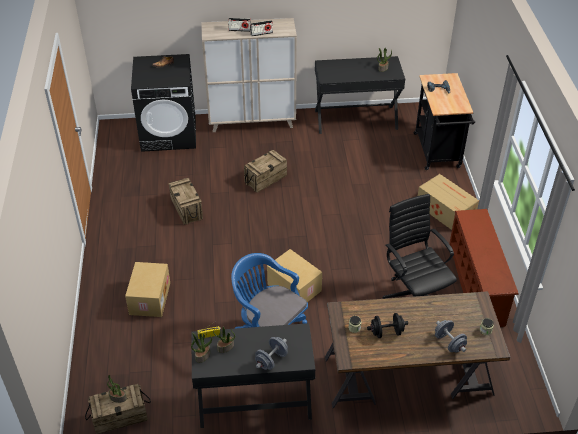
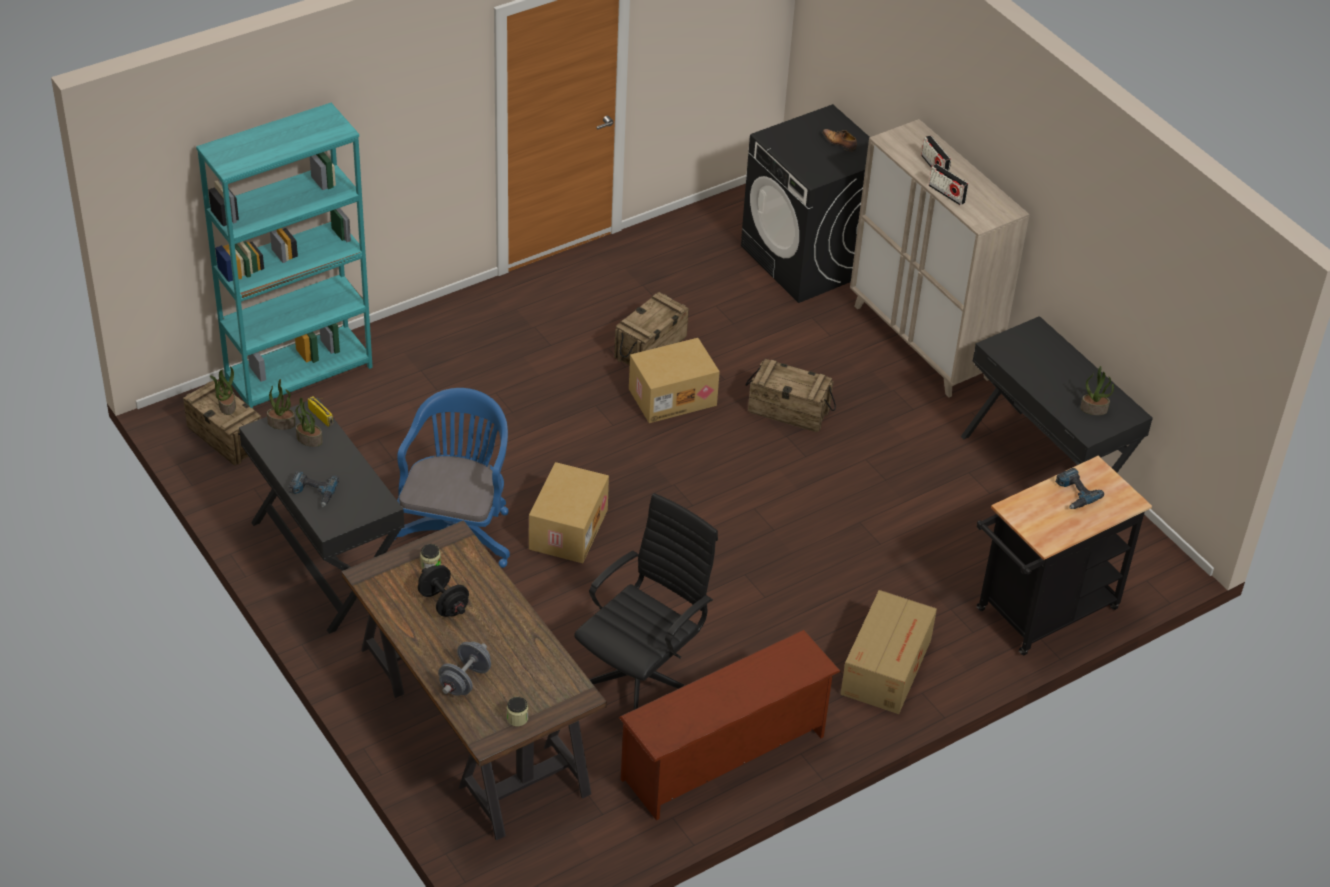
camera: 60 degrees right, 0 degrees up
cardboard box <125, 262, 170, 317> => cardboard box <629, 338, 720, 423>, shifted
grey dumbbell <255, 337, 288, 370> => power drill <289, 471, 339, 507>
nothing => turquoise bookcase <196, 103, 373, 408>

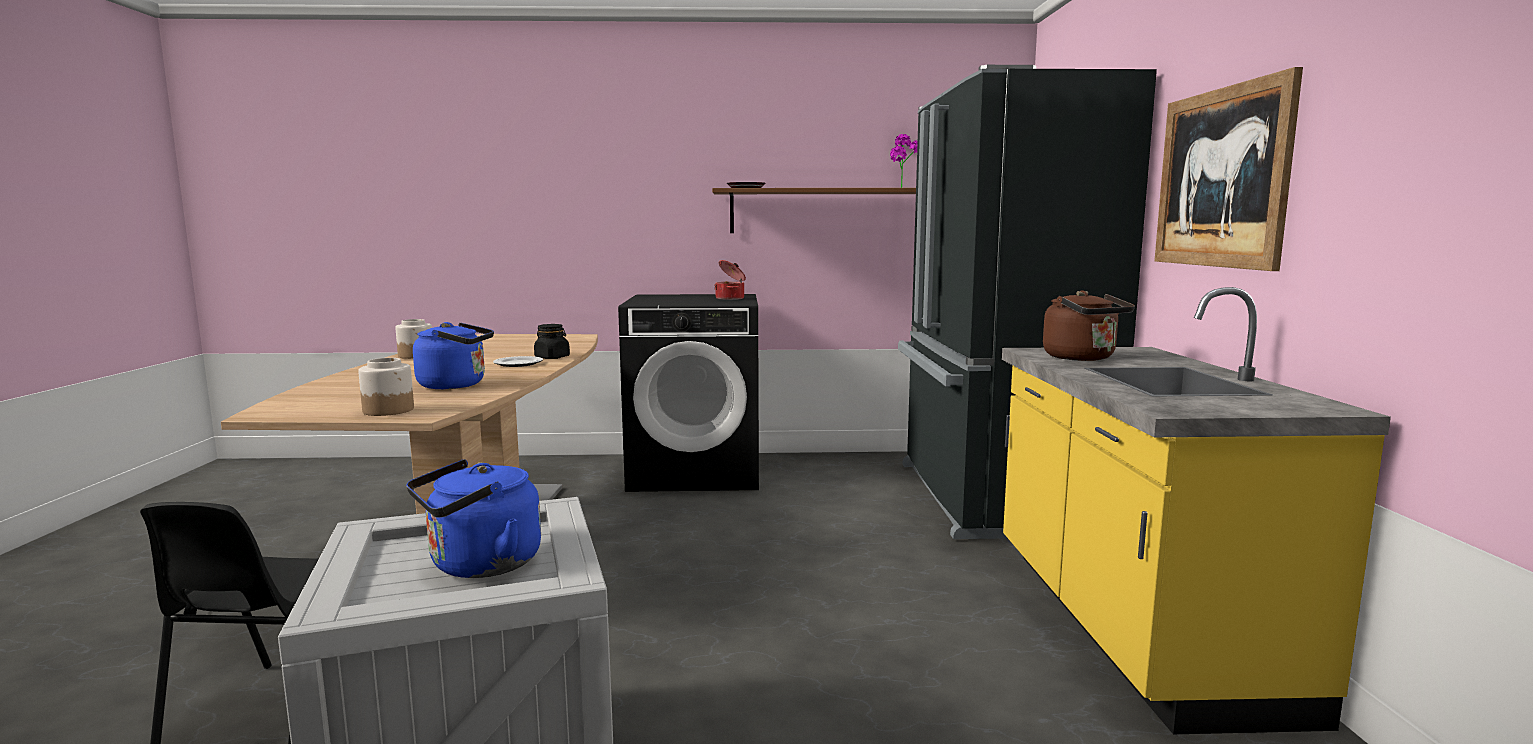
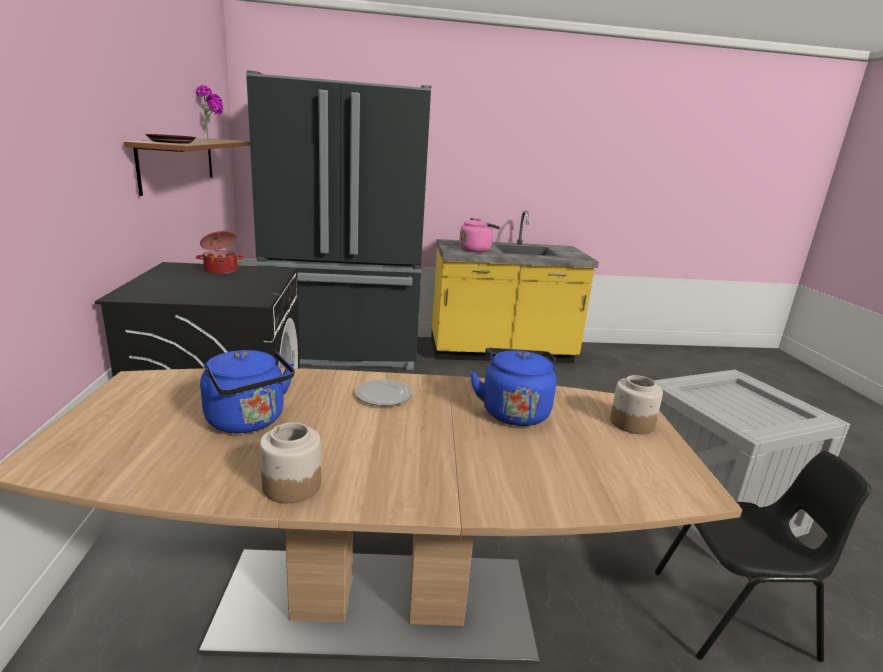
camera: 95 degrees left, 10 degrees up
blue kettle <406, 459, 541, 578> => blue kettle <200, 349, 295, 433>, shifted
black jar <534, 324, 570, 359> => nothing
brown kettle <1043, 290, 1135, 361> => pink kettle <459, 218, 500, 252>
picture <1154, 67, 1303, 271> => nothing

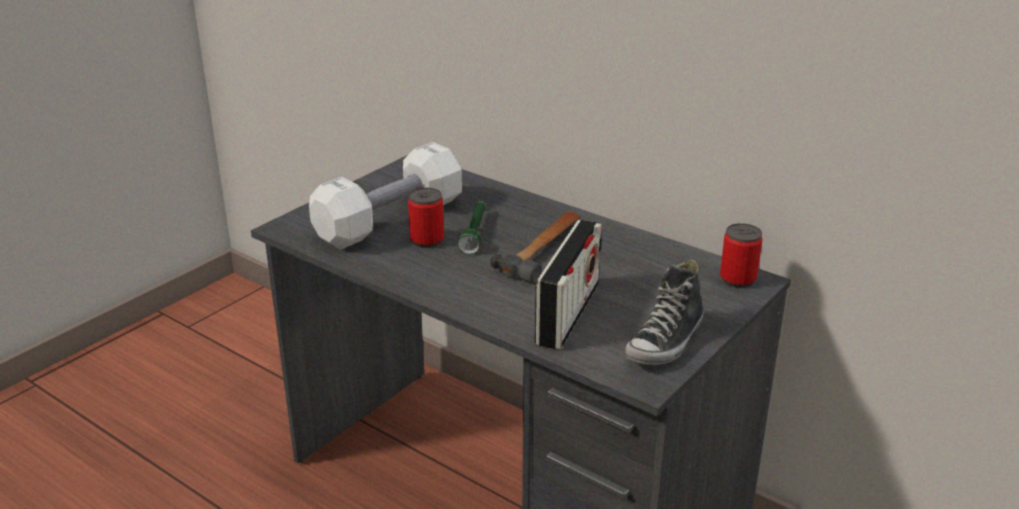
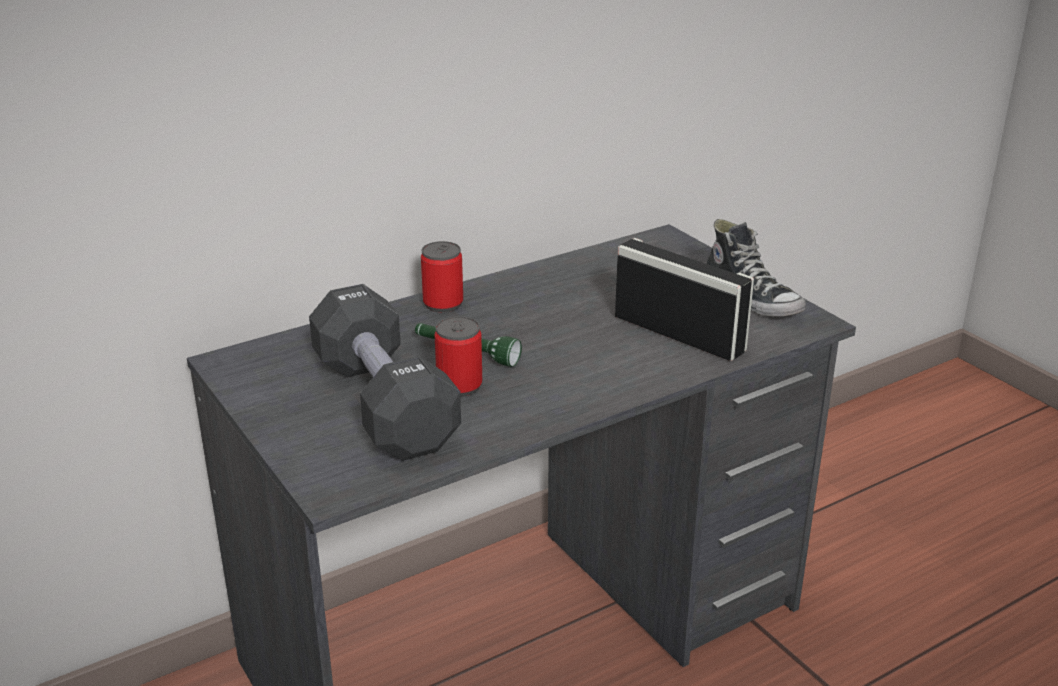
camera: 70 degrees left, 0 degrees up
white dumbbell <309, 142, 462, 250> => black dumbbell <309, 284, 461, 461>
hammer <490, 212, 581, 283> => nothing
can <720, 223, 762, 288> => can <421, 241, 463, 312>, shifted

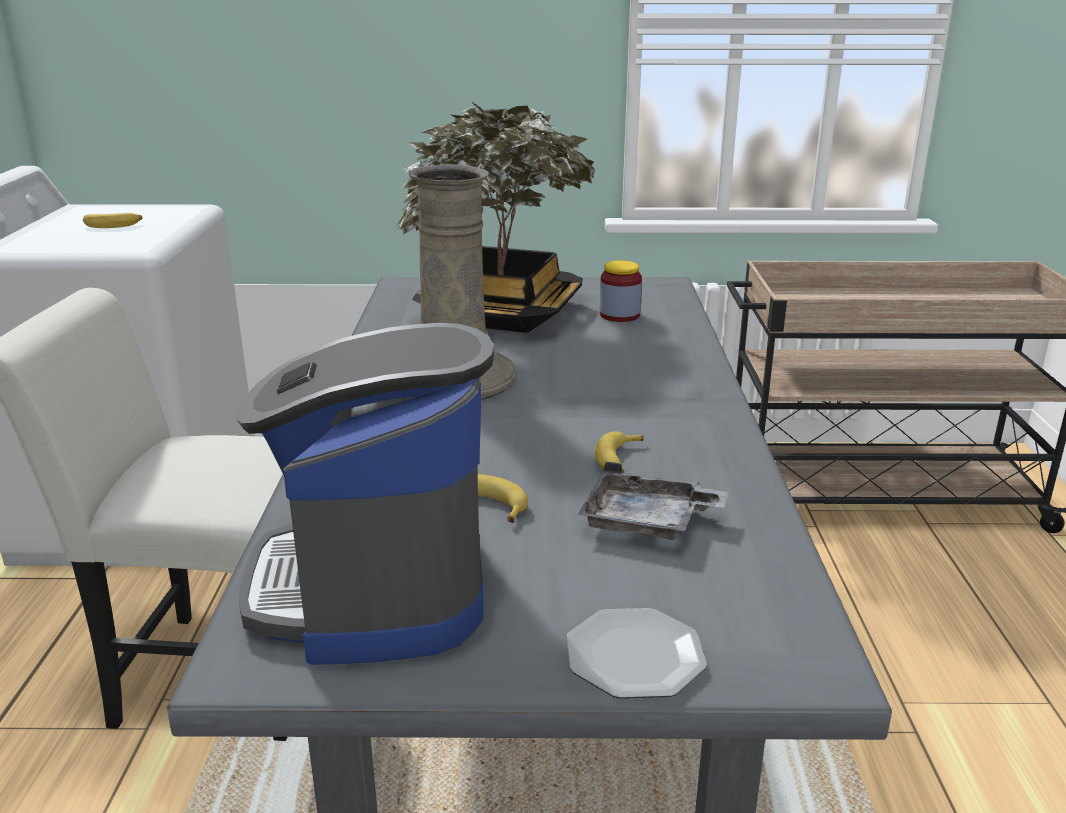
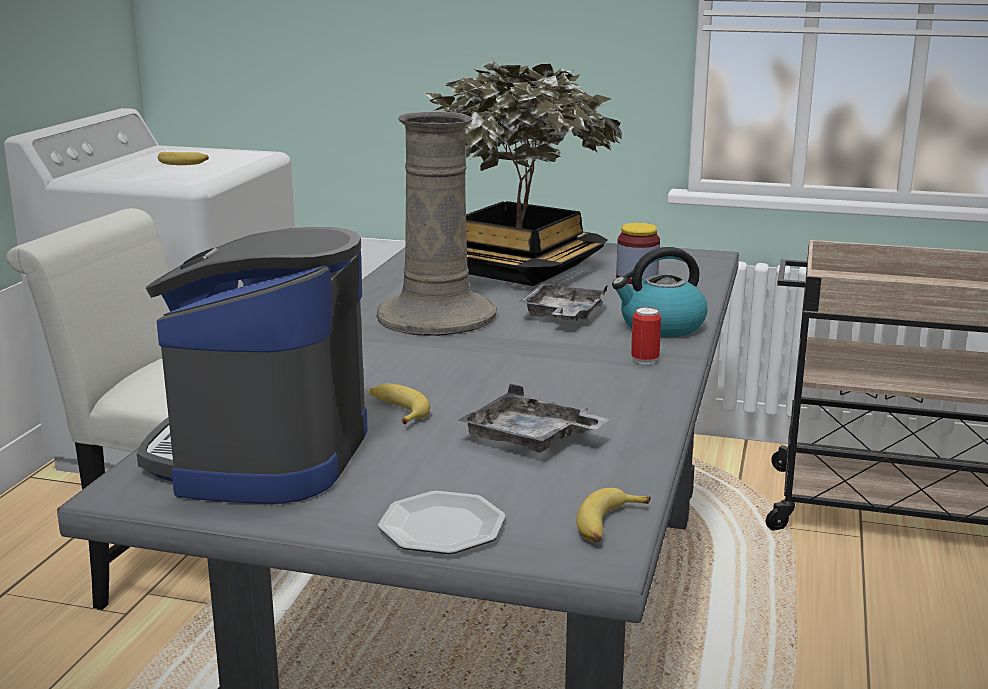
camera: 15 degrees right, 5 degrees down
banana <595, 431, 644, 473> => banana <577, 488, 651, 542>, shifted
nothing => grey tray <518, 283, 608, 321>
nothing => kettle <612, 247, 708, 337>
nothing => can <631, 307, 661, 364>

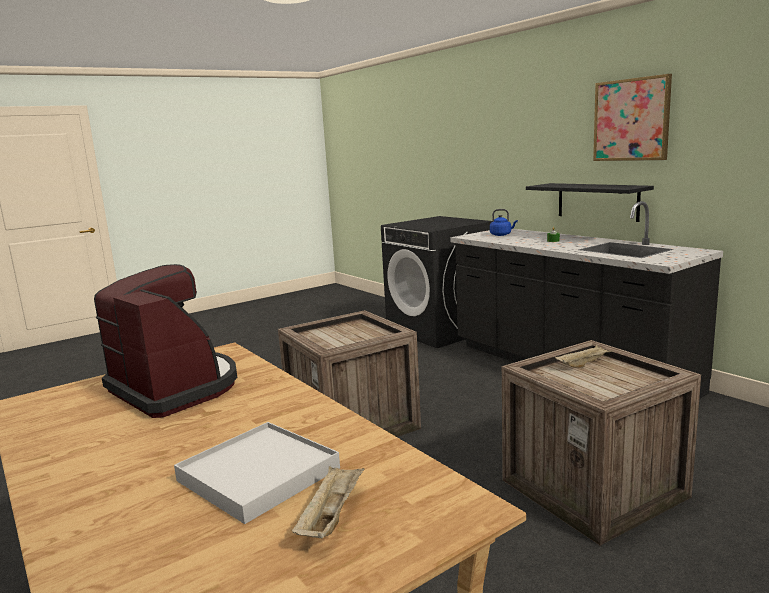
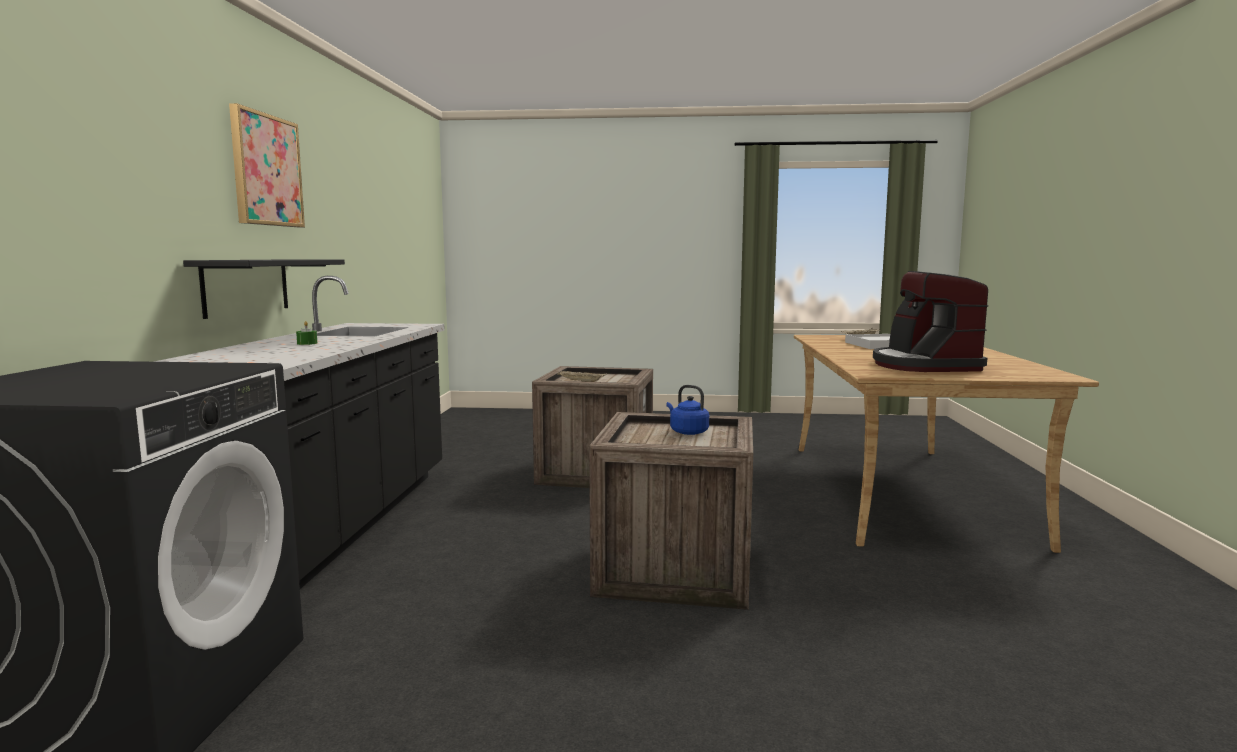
camera: 140 degrees left, 5 degrees down
blue kettle <490, 209, 518, 236> => blue kettle <666, 385, 709, 435>, shifted

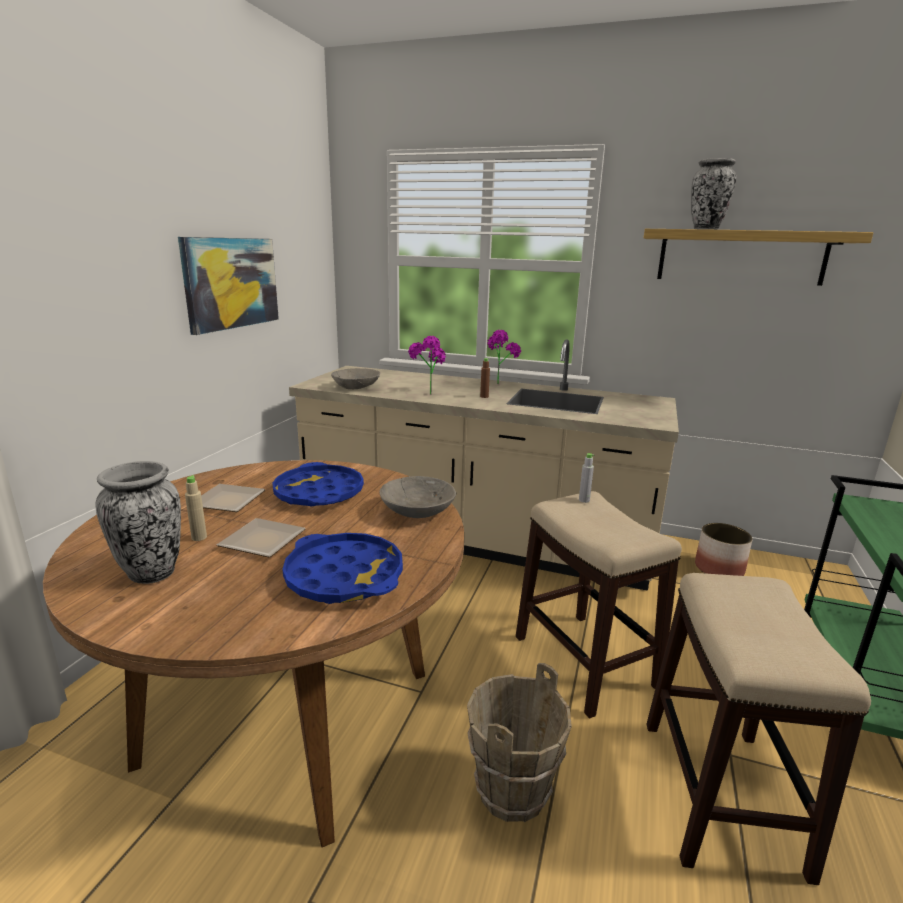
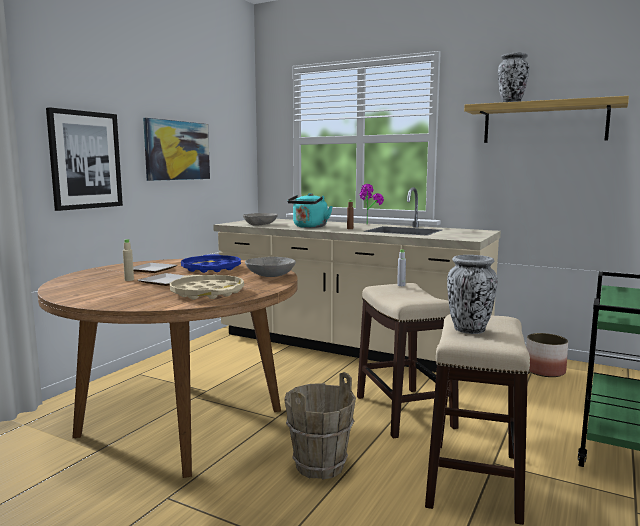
camera: 10 degrees right, 10 degrees down
vase <95, 461, 181, 584> => vase <447, 255, 498, 334>, shifted
blue tray <282, 533, 403, 604> => beige tray <170, 275, 244, 300>
potted plant <408, 336, 446, 395> => turquoise kettle <287, 193, 333, 228>
nothing => picture <46, 107, 123, 211>

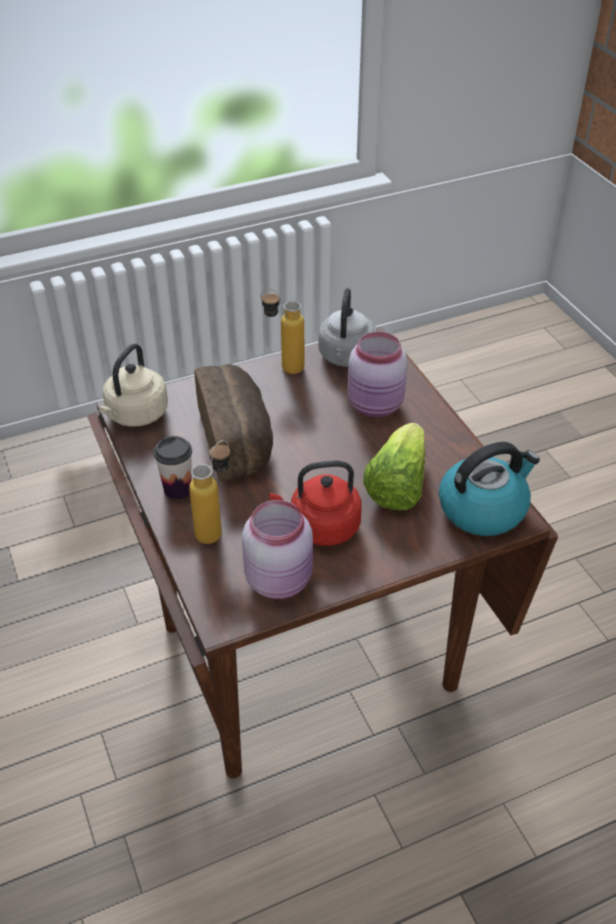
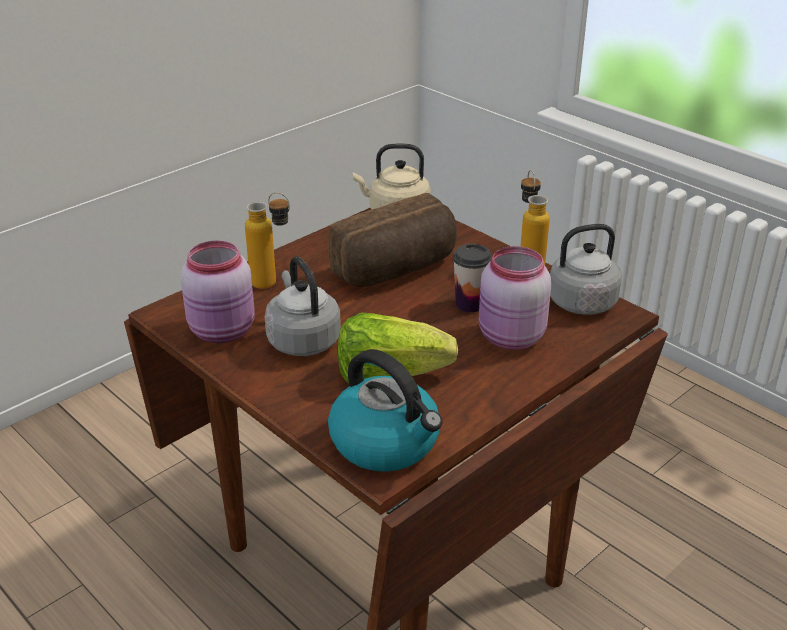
camera: 70 degrees right, 10 degrees down
cup <154, 436, 192, 499> => cup <453, 244, 492, 313>, shifted
red kettle <269, 460, 362, 546> => grey kettle <265, 256, 341, 356>

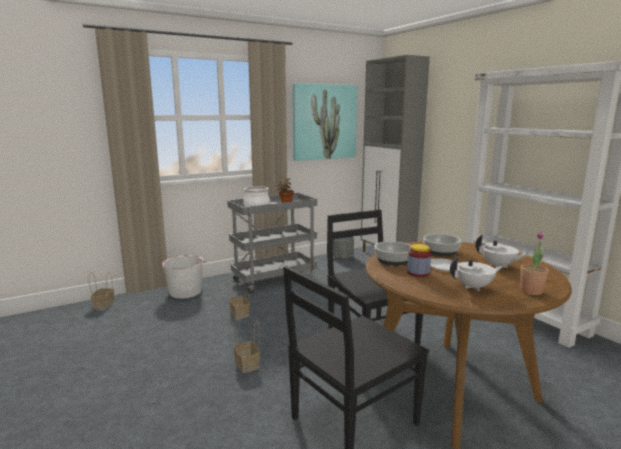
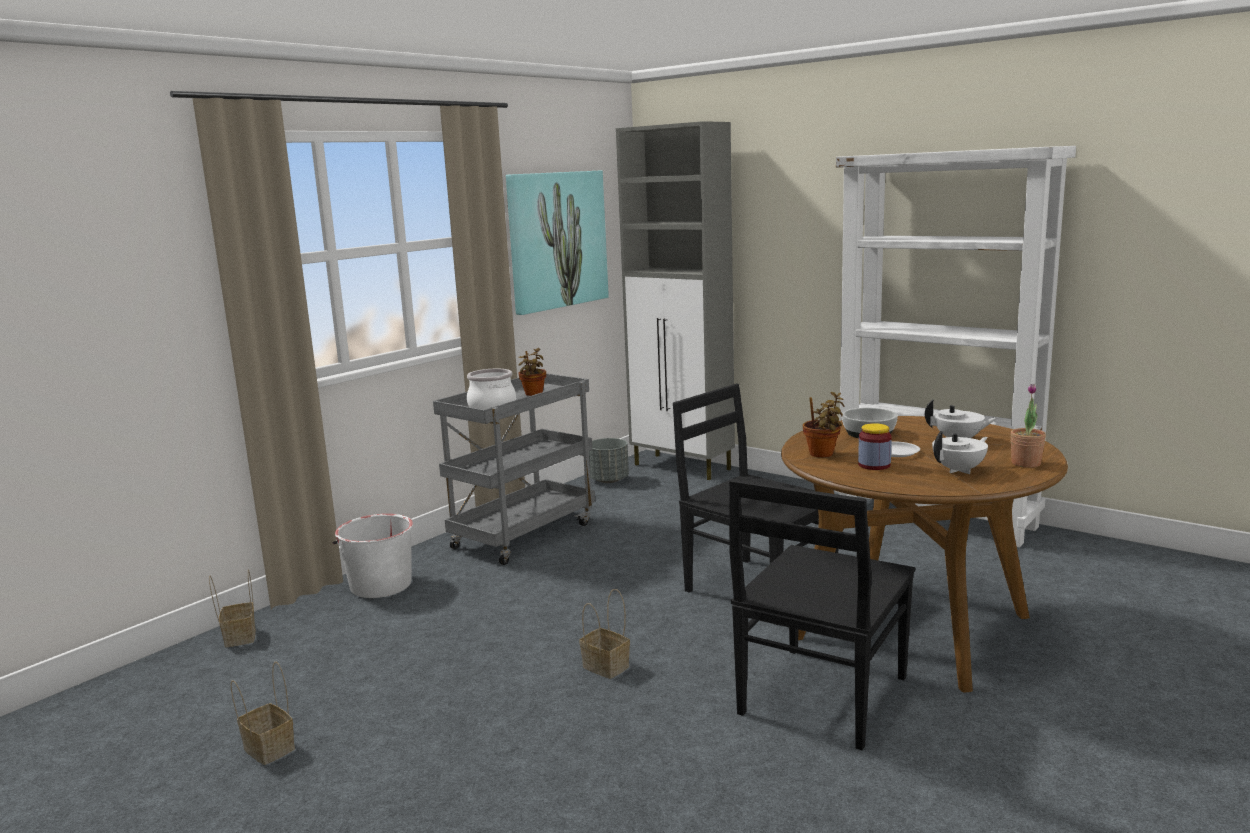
camera: 20 degrees left, 0 degrees up
basket <227, 278, 250, 320> => basket <231, 661, 295, 765>, shifted
bowl <374, 241, 411, 266> => potted plant <803, 392, 844, 457>

